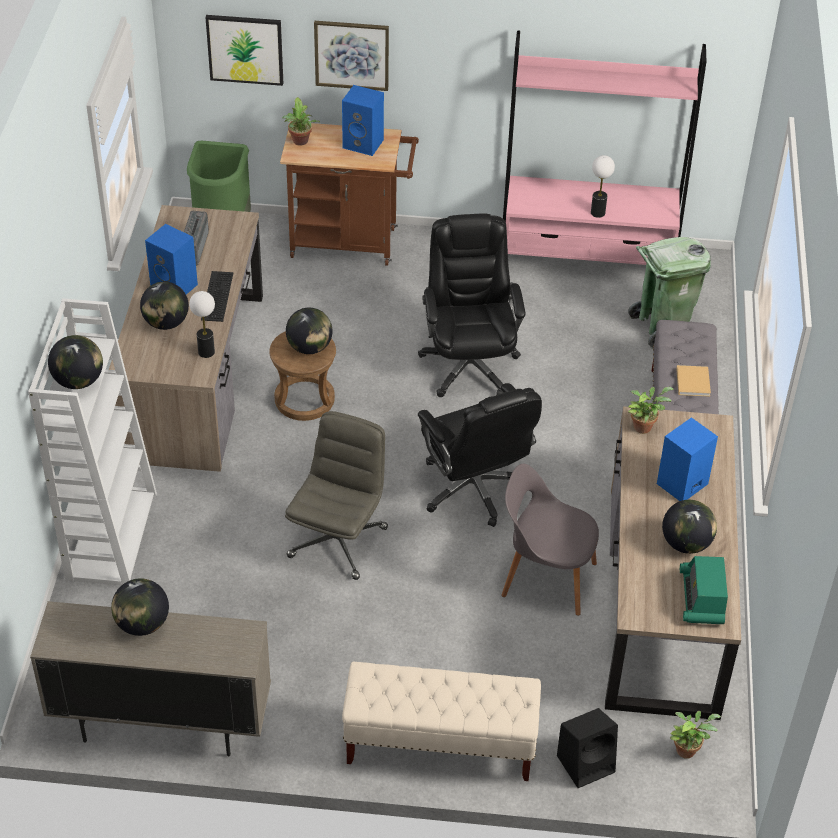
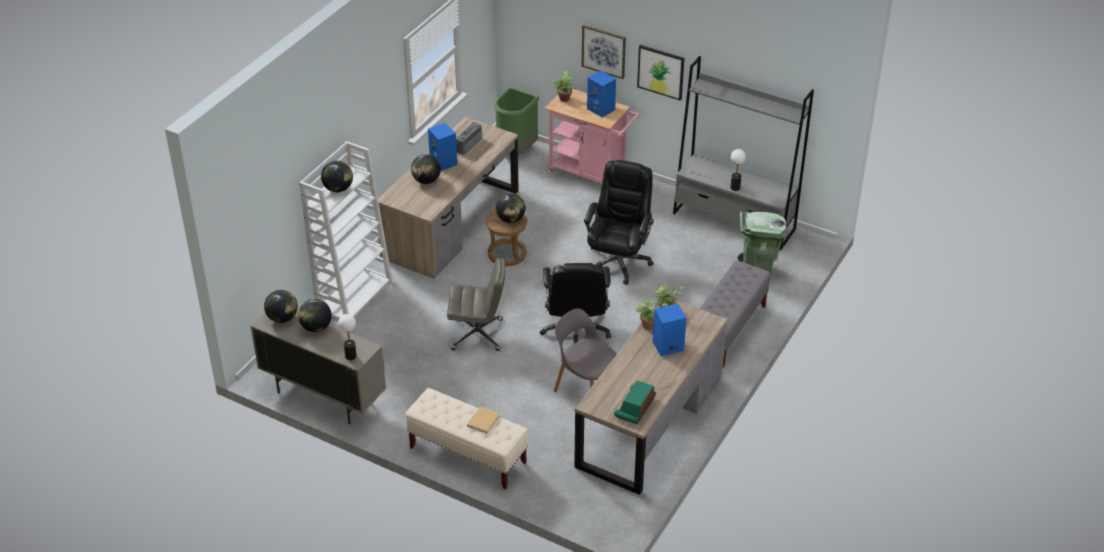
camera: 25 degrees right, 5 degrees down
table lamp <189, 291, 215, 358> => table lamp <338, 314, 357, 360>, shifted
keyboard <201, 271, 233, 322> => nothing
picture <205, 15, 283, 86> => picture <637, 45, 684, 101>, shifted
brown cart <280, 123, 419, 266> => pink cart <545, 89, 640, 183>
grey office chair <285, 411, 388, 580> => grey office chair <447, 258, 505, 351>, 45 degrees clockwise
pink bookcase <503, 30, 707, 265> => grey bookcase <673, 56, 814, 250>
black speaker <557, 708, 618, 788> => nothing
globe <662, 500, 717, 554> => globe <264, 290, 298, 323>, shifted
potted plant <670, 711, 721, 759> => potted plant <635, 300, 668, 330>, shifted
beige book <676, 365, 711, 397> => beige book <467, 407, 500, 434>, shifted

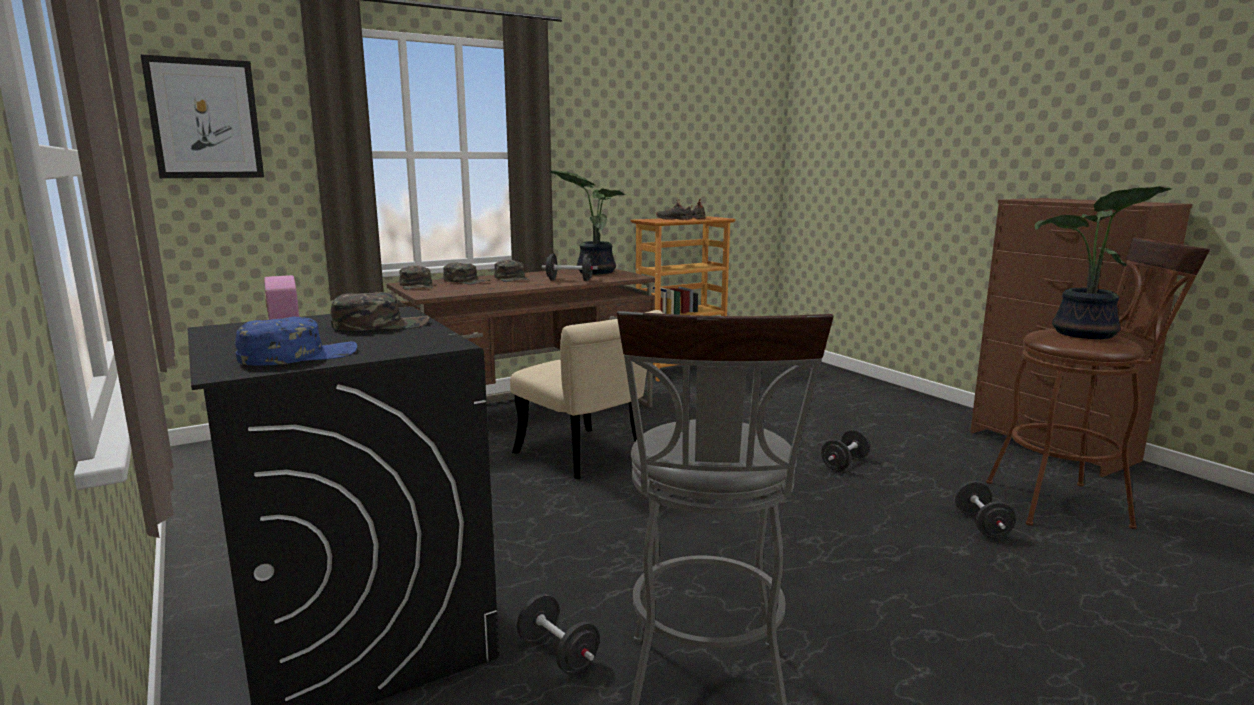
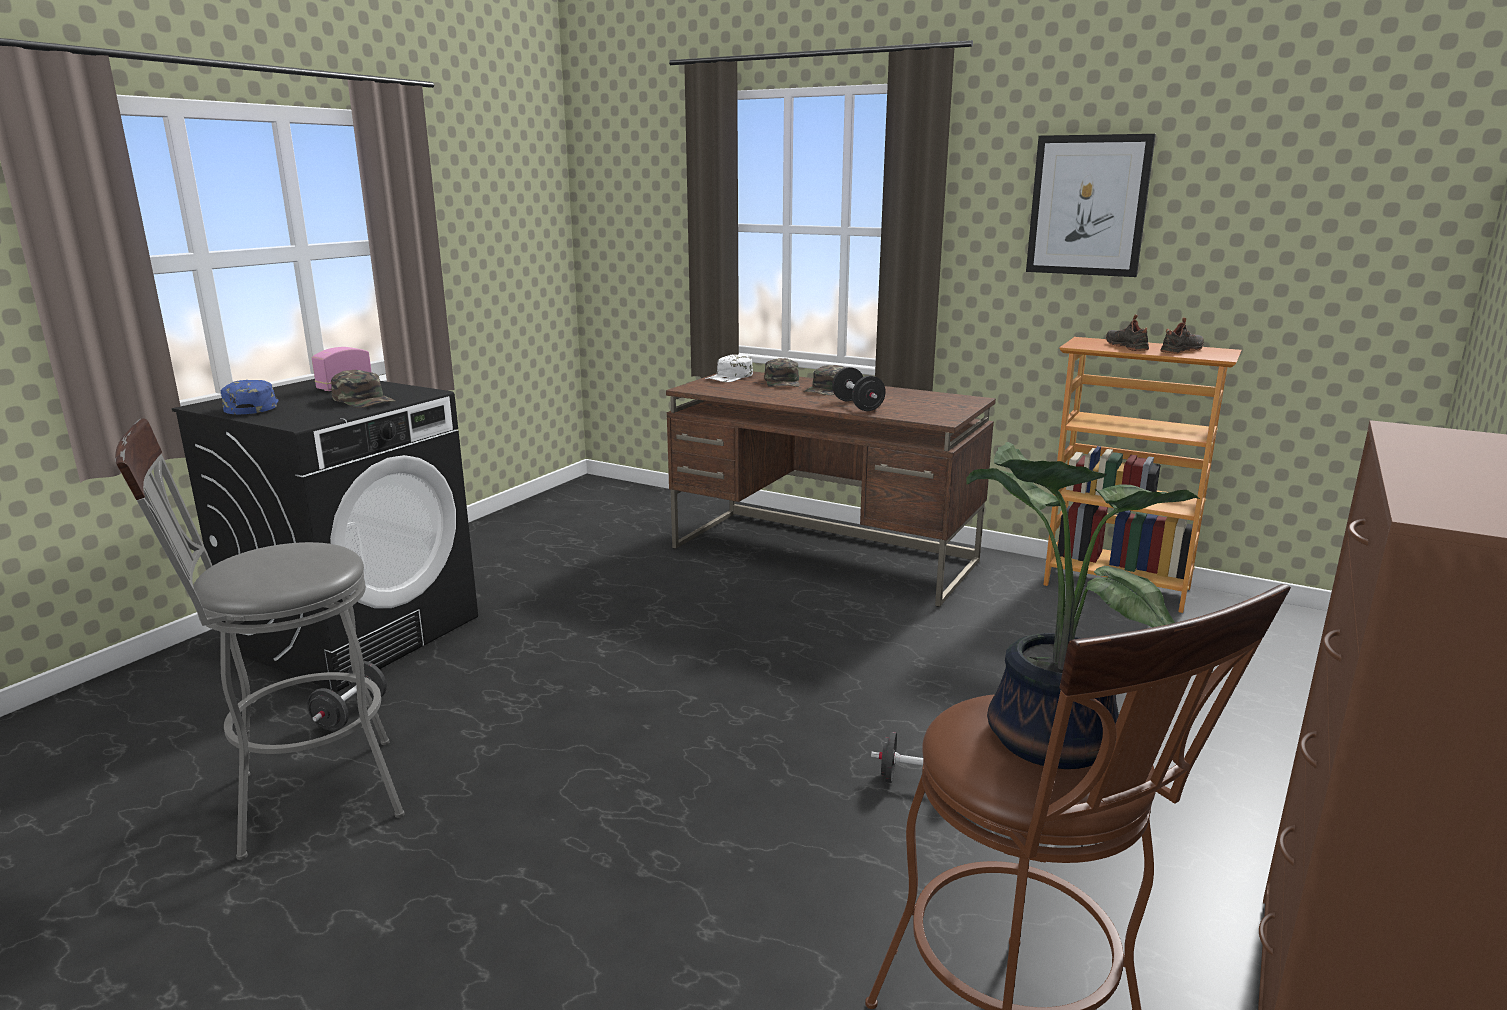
camera: 60 degrees right, 5 degrees up
picture <140, 54, 264, 178> => picture <1026, 134, 1156, 277>, shifted
blue cap <235, 317, 357, 366> => blue cap <221, 380, 279, 414>, 135 degrees counterclockwise
green cap <399, 266, 434, 290> => white cap <705, 354, 753, 382>
beige chair <510, 310, 664, 479> => nothing
potted plant <550, 170, 626, 274> => nothing
black dumbbell <955, 481, 1016, 538> => nothing

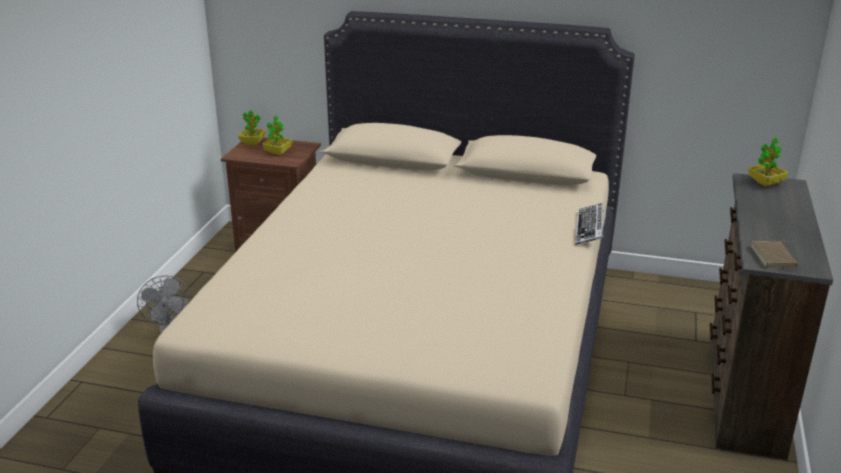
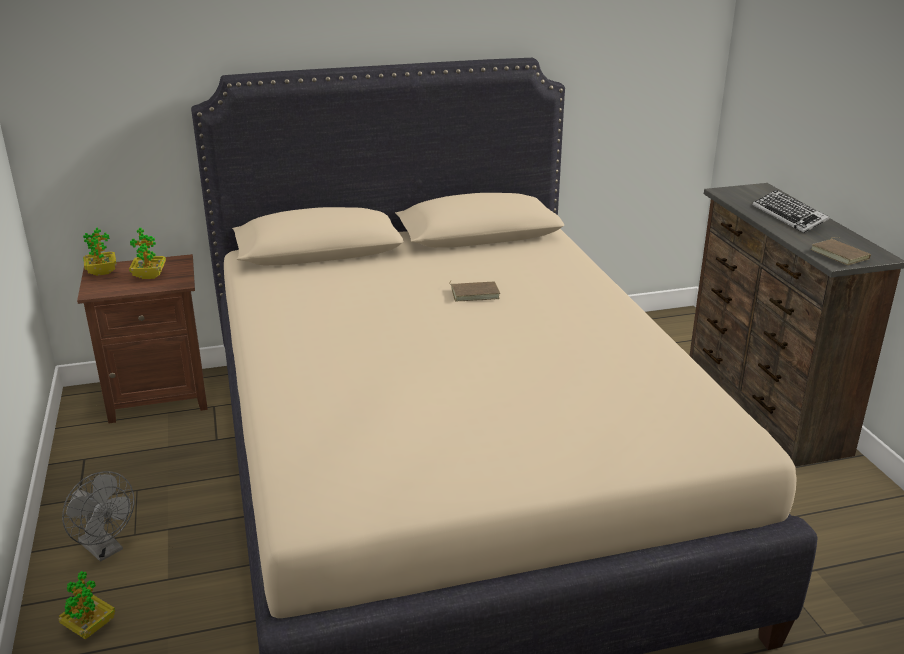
camera: 30 degrees left, 0 degrees up
keyboard <575, 203, 604, 245> => keyboard <753, 190, 830, 233>, shifted
potted plant <748, 137, 788, 187> => potted plant <58, 571, 115, 639>, shifted
nothing => brown book <449, 280, 500, 301>

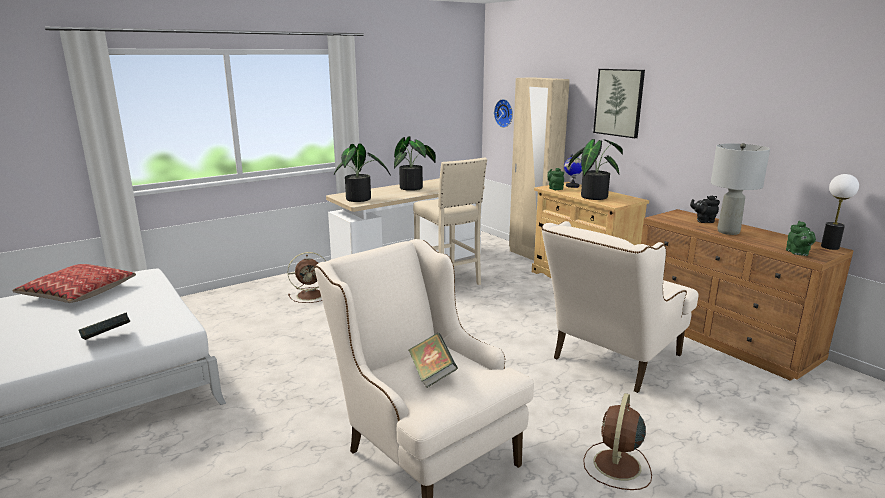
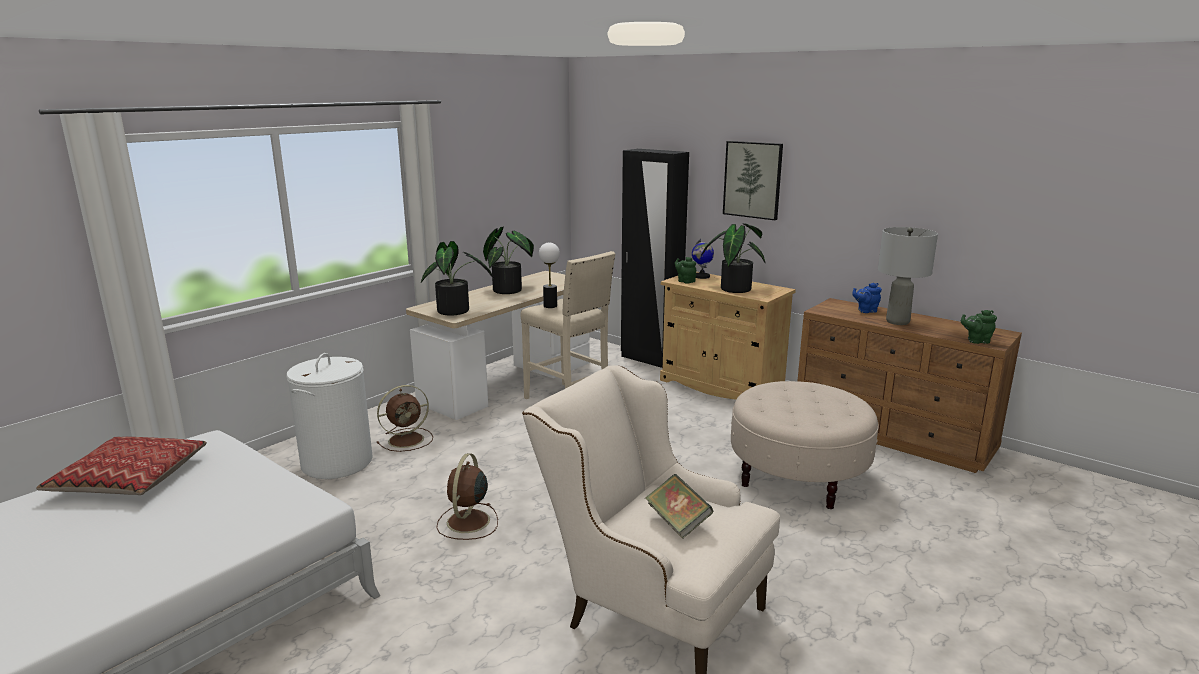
camera: 15 degrees left, 0 degrees up
book <78, 312, 130, 340> => nothing
wall clock <494, 99, 513, 128> => nothing
beige wardrobe <509, 77, 570, 260> => black wardrobe <621, 149, 689, 368>
beige armchair <541, 221, 699, 393> => beige ottoman <731, 381, 879, 509>
brown fan <583, 393, 652, 490> => brown fan <436, 453, 498, 540>, shifted
black teapot <690, 196, 720, 223> => blue teapot <852, 283, 882, 313>
green teapot <786, 221, 816, 256> => green teapot <961, 310, 997, 344>, 105 degrees clockwise
table lamp <821, 174, 859, 250> => table lamp <539, 243, 560, 308>, shifted
nothing => white laundry basket <286, 353, 373, 479>

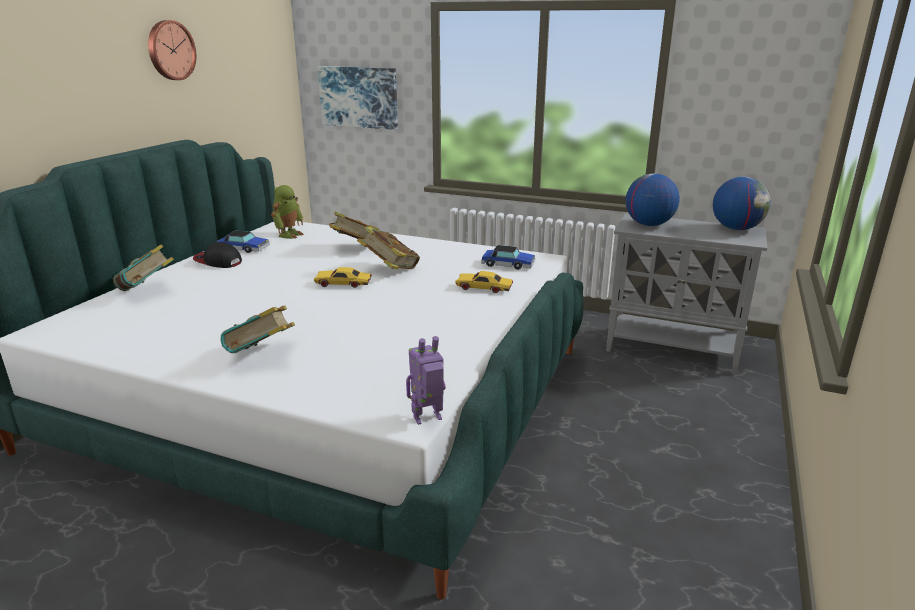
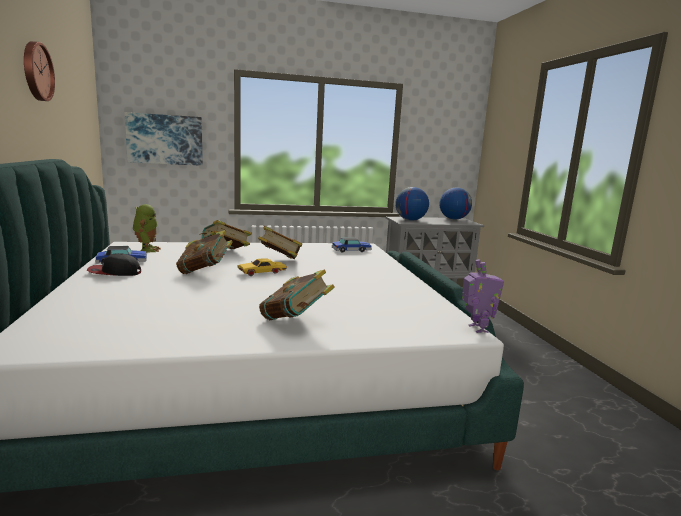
camera: 35 degrees left, 10 degrees down
book <113, 245, 174, 291> => book <176, 230, 233, 274>, shifted
toy robot <406, 336, 446, 425> => toy robot <462, 259, 504, 333>, 135 degrees clockwise
yellow toy car <455, 271, 513, 293> => nothing

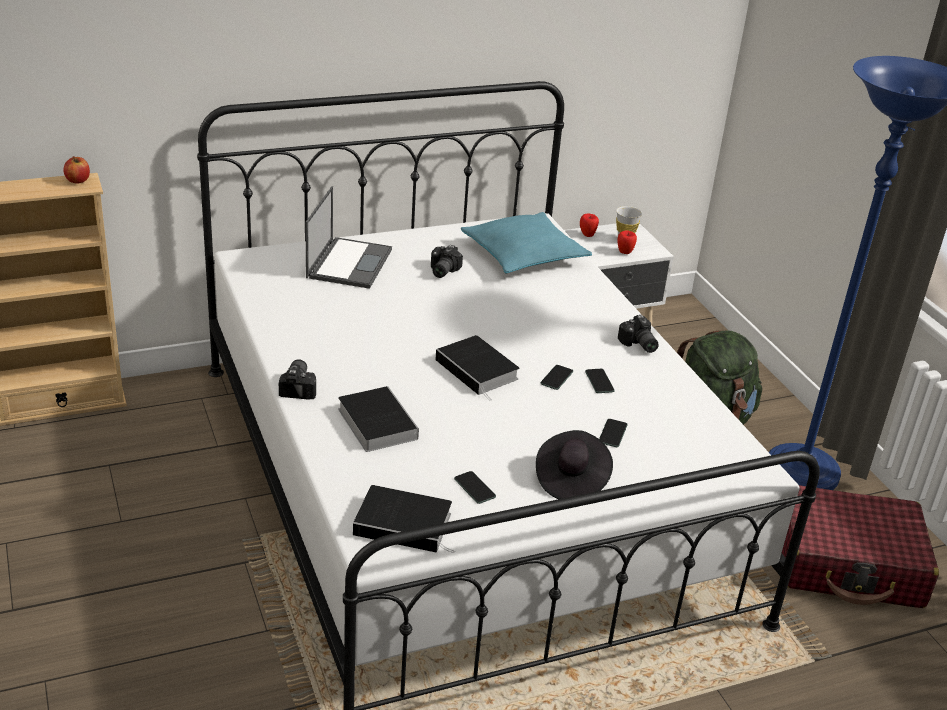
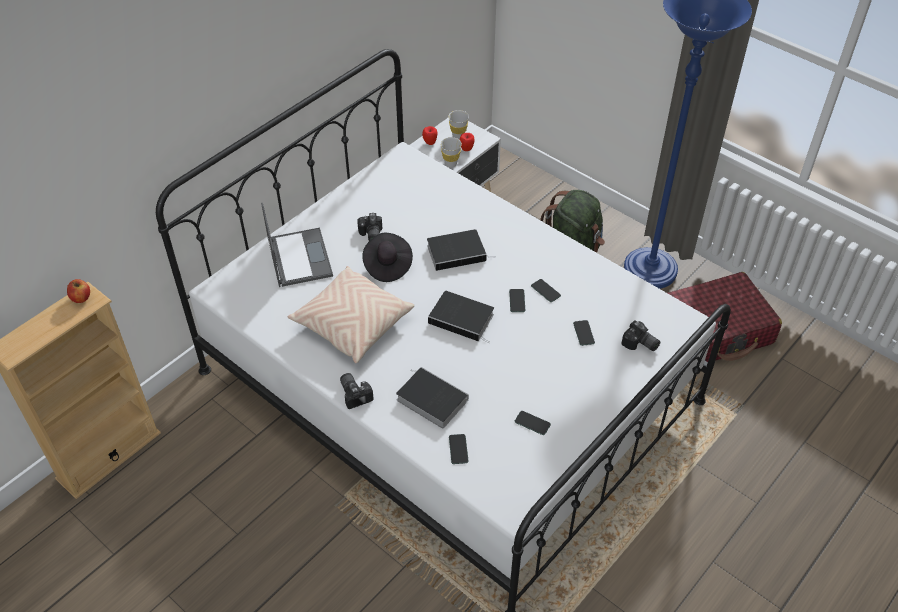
camera: 25 degrees left, 15 degrees up
book <353, 485, 455, 553> => book <427, 229, 495, 271>, shifted
turquoise pillow <461, 212, 592, 274> => nothing
black hat <536, 430, 613, 499> => black hat <362, 233, 413, 282>, shifted
photo camera <618, 315, 659, 353> => photo camera <621, 320, 660, 351>, shifted
nothing => beige pillow <288, 266, 414, 363>
nothing => white cup <440, 137, 462, 168>
nothing => phone <449, 434, 468, 464>

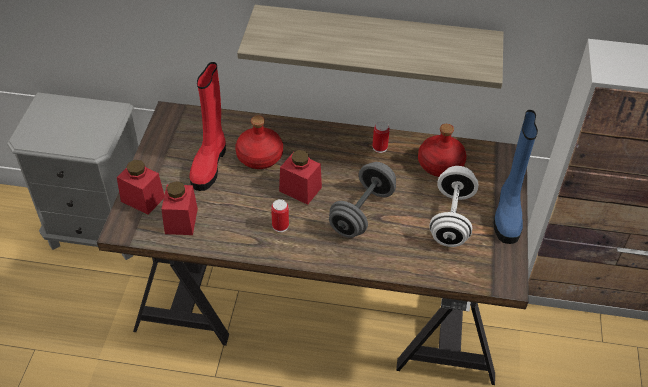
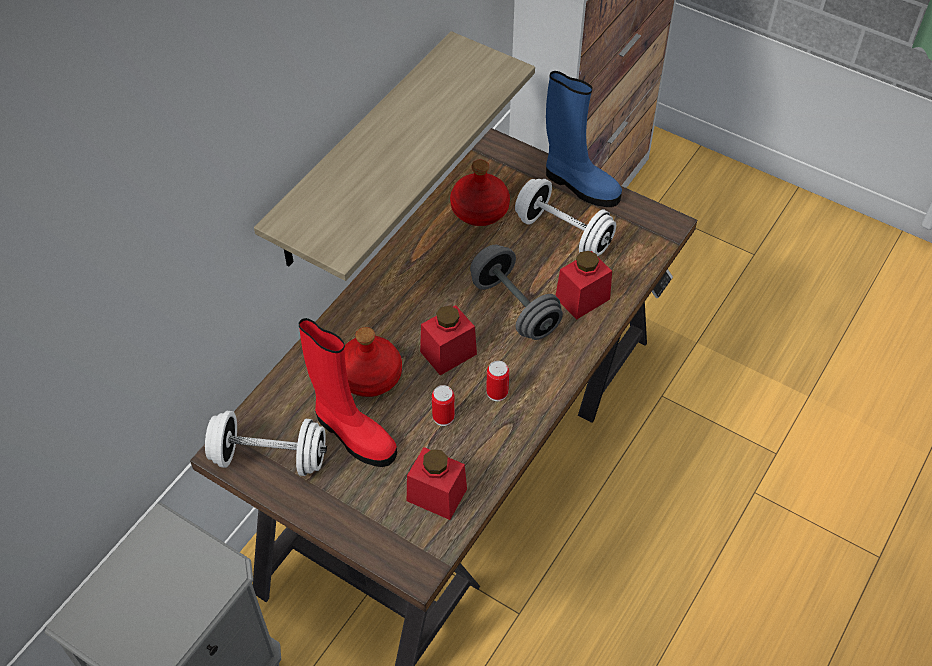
camera: 65 degrees left, 5 degrees up
red jar <117, 160, 164, 215> => red jar <555, 251, 612, 319>, shifted
can <372, 121, 390, 153> => can <432, 385, 455, 426>, shifted
nothing => white dumbbell <205, 411, 327, 476>

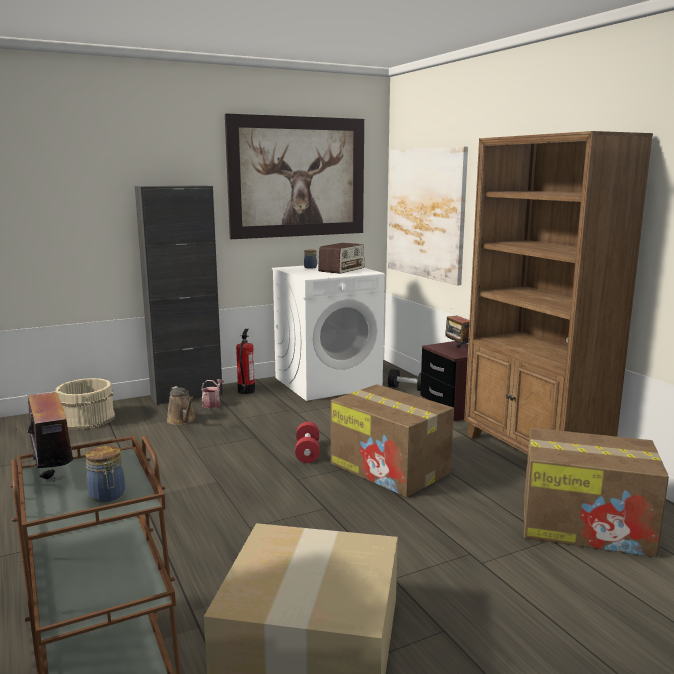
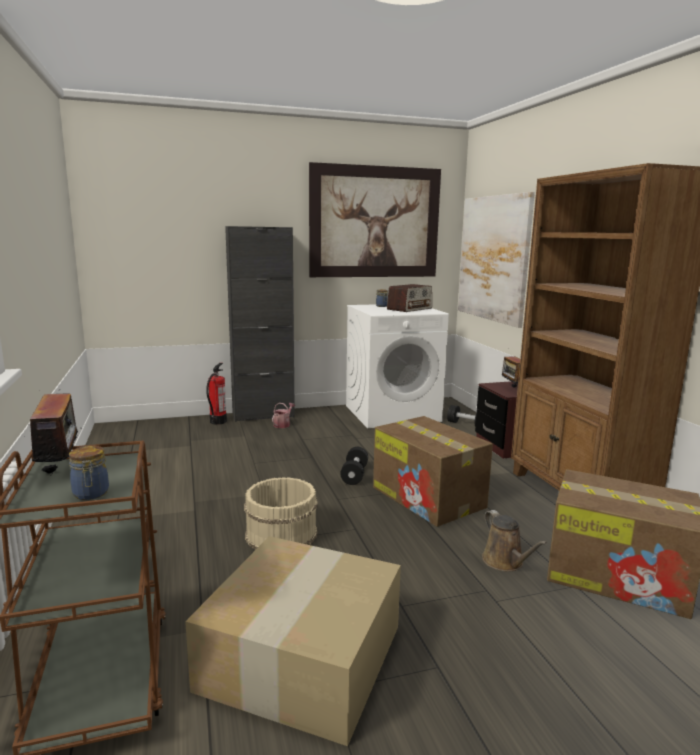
camera: 10 degrees right, 0 degrees up
beige bucket <55, 378, 115, 430> => beige bucket <244, 477, 317, 550>, shifted
brown watering can <167, 386, 196, 425> => brown watering can <482, 510, 547, 572>, shifted
fire extinguisher <236, 329, 255, 394> => fire extinguisher <206, 363, 227, 425>, shifted
red dumbbell <295, 422, 320, 463> => black dumbbell <340, 447, 368, 485>

